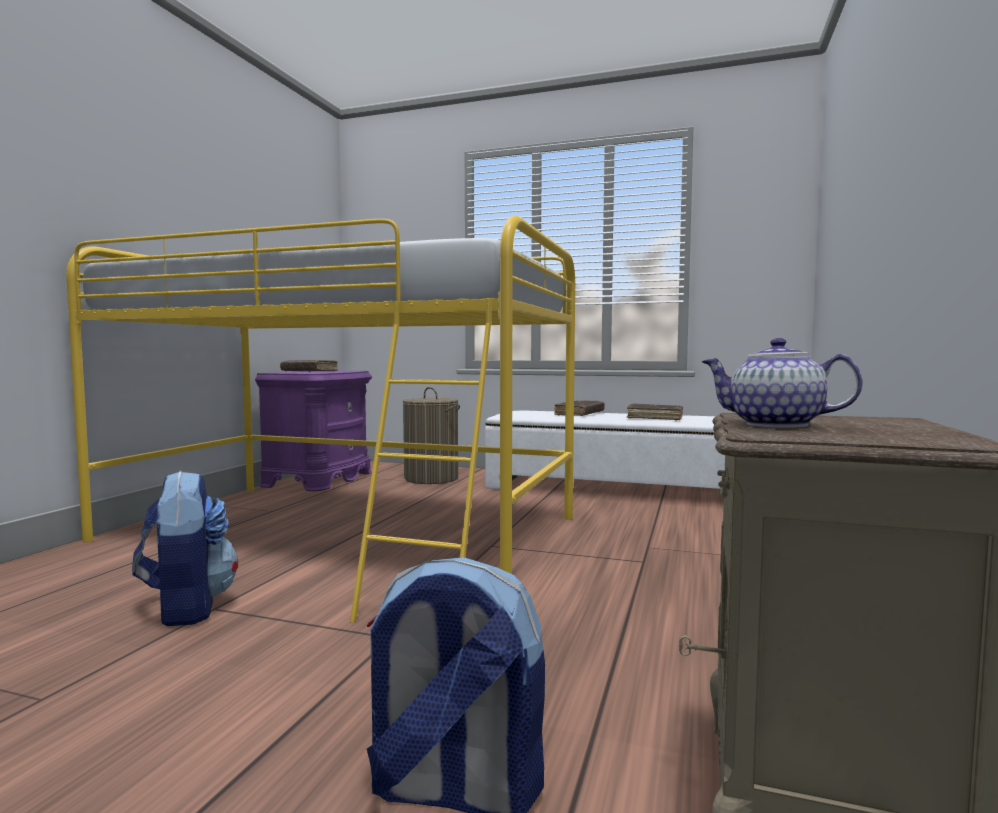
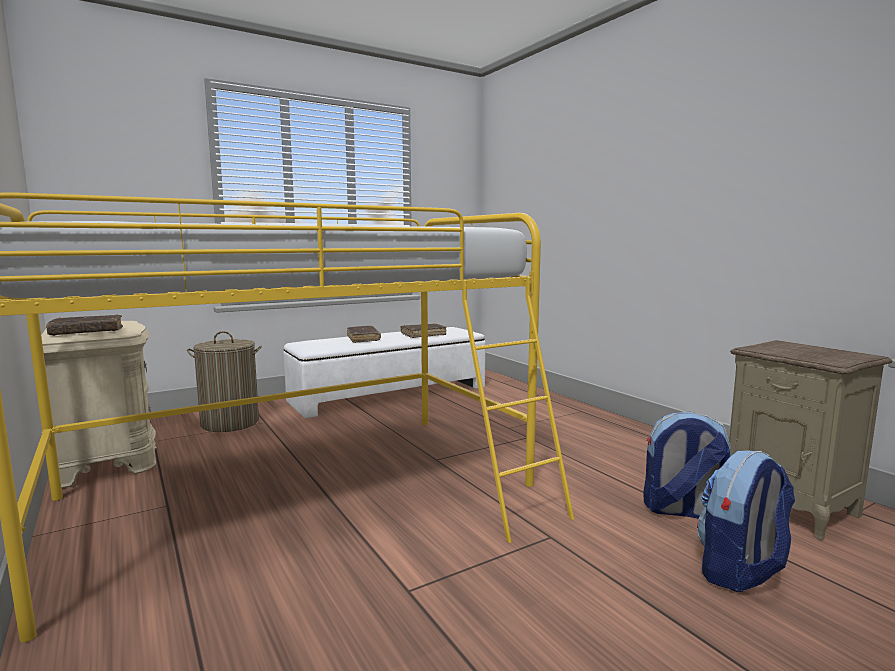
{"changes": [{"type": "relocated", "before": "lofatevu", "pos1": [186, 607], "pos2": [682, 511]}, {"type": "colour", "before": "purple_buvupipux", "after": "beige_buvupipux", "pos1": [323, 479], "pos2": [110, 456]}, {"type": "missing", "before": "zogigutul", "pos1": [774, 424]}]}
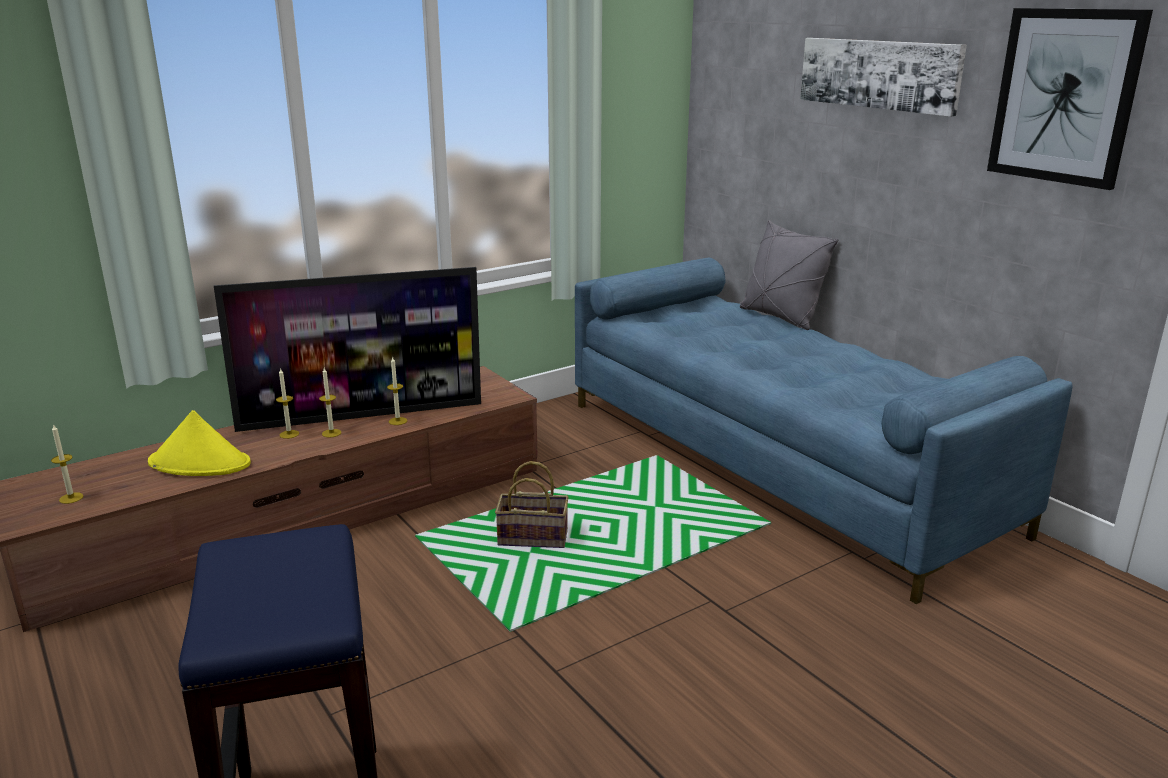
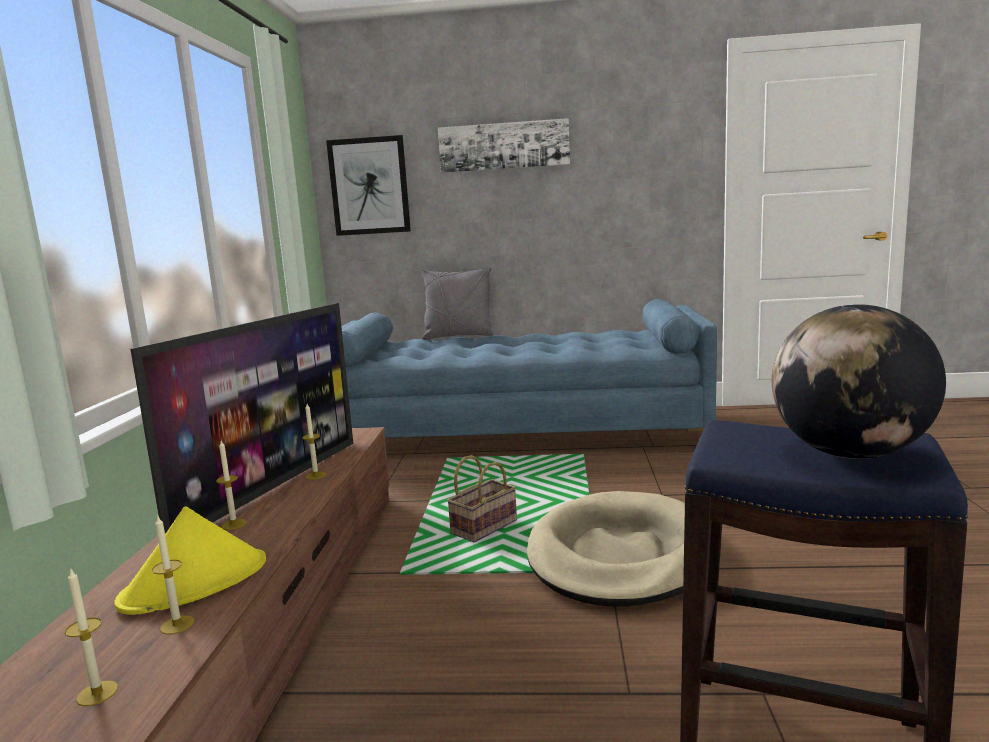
{"changes": [{"type": "relocated", "before": "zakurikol", "pos1": [331, 433], "pos2": [177, 625]}, {"type": "relocated", "before": "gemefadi", "pos1": [1065, 96], "pos2": [369, 186]}, {"type": "appeared", "after": "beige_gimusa", "pos2": [620, 555]}, {"type": "appeared", "after": "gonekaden", "pos2": [849, 454]}]}
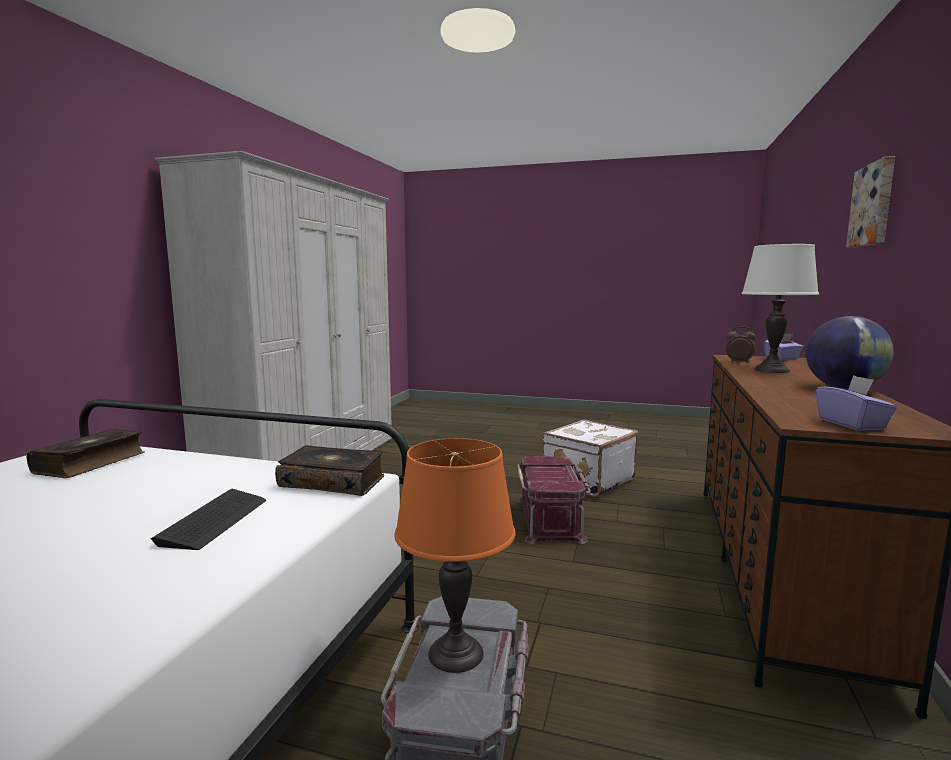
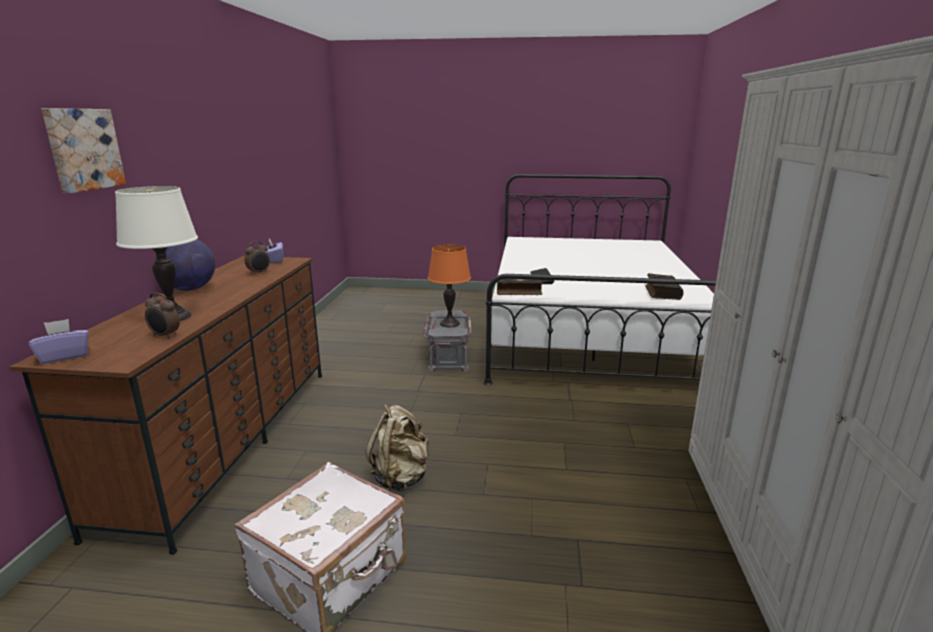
{"changes": [{"type": "exchanged", "before": "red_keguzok", "after": "beige_lofatevu", "pos1": [551, 519], "pos2": [401, 477]}, {"type": "appeared", "after": "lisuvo", "pos2": [259, 273]}]}
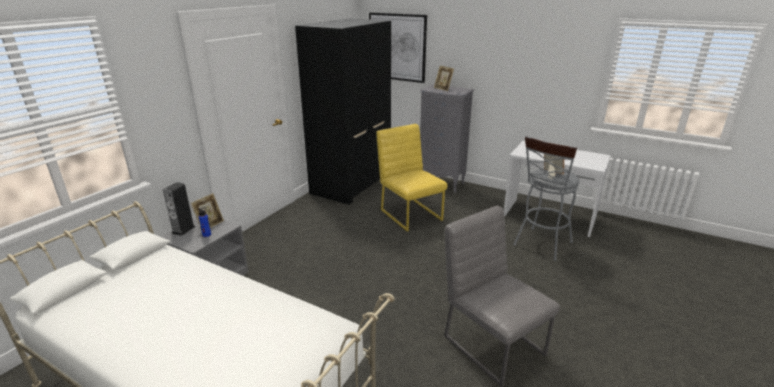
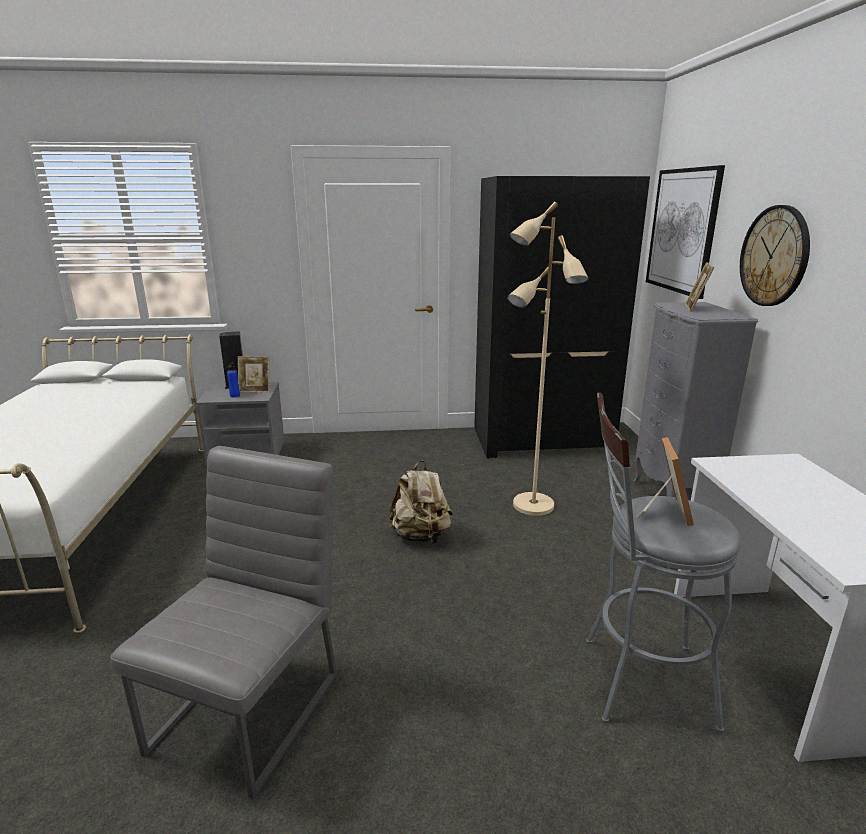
{"changes": [{"type": "exchanged", "before": "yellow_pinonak", "after": "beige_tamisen", "pos1": [410, 214], "pos2": [532, 506]}, {"type": "appeared", "after": "beige_lofatevu", "pos2": [421, 536]}, {"type": "appeared", "after": "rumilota", "pos2": [774, 256]}]}
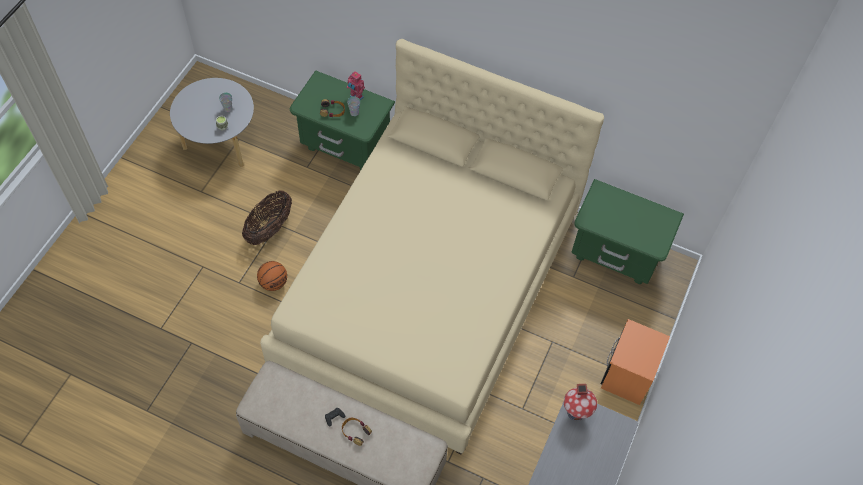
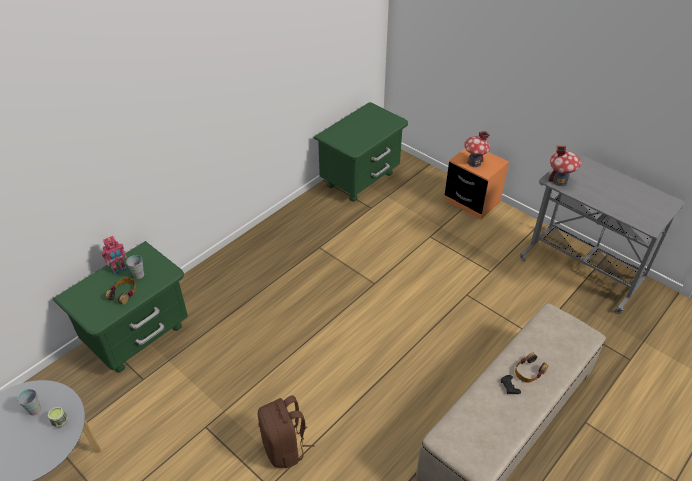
{"changes": [{"type": "missing", "before": "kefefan", "pos1": [269, 228]}, {"type": "exchanged", "before": "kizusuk", "after": "brown_lofatevu", "pos1": [273, 283], "pos2": [285, 447]}, {"type": "missing", "before": "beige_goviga", "pos1": [429, 287]}, {"type": "appeared", "after": "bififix", "pos2": [474, 163]}]}
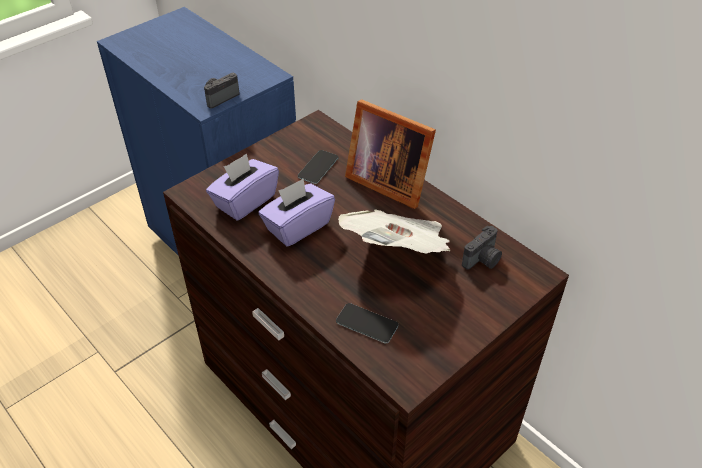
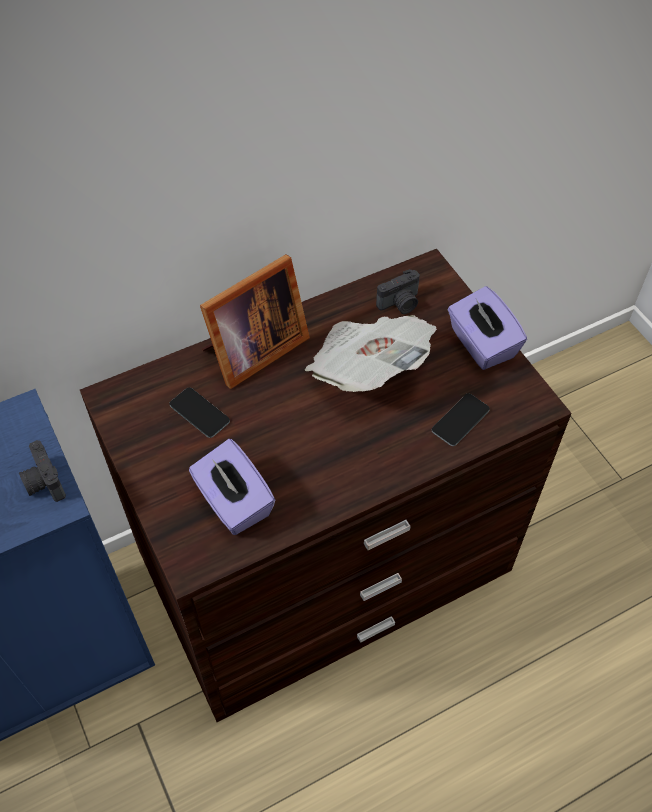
{"changes": [{"type": "relocated", "before": "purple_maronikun", "pos1": [297, 226], "pos2": [481, 344]}, {"type": "spun", "before": "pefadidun", "pos1": [483, 260], "pos2": [400, 304], "turn": 90}]}
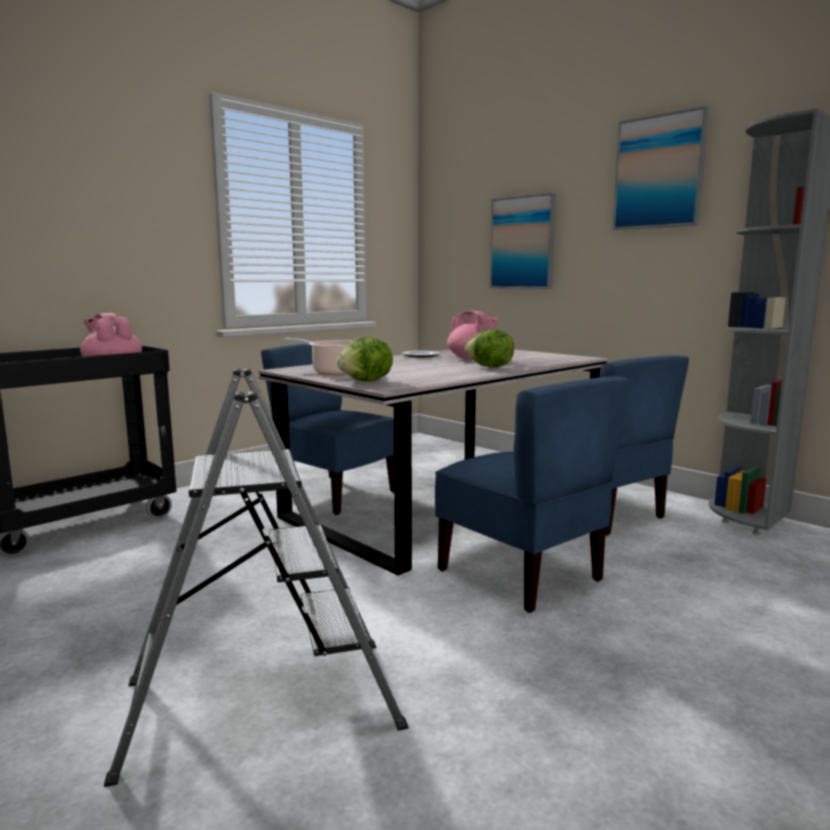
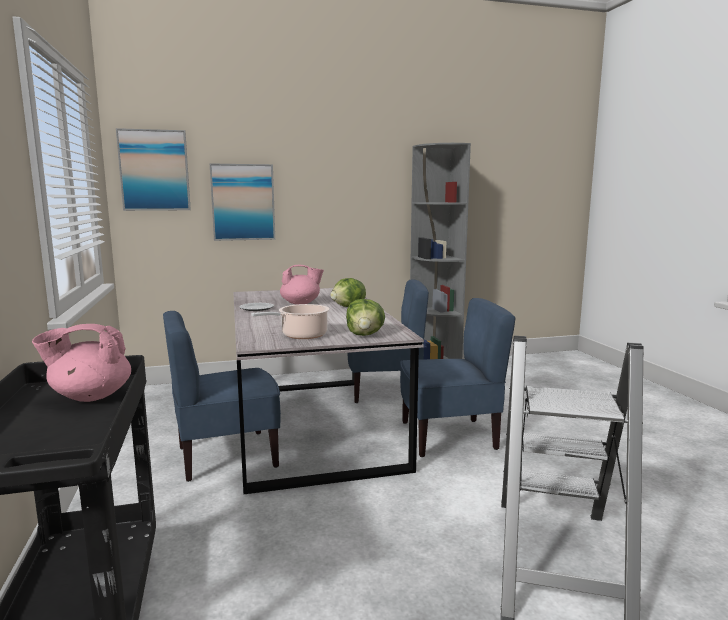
{"changes": [{"type": "relocated", "before": "gemefadi", "pos1": [659, 172], "pos2": [154, 170]}]}
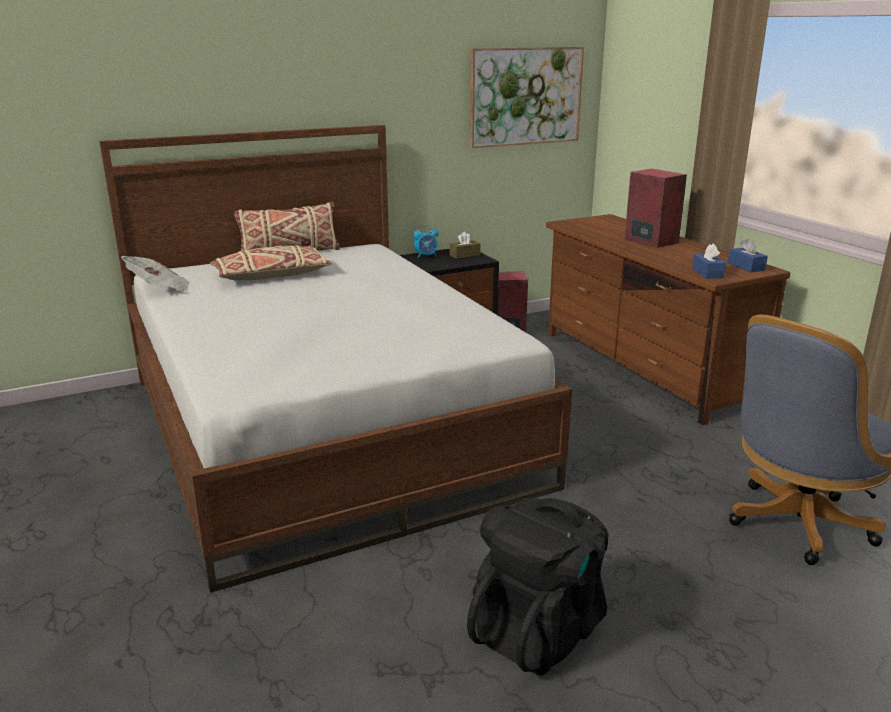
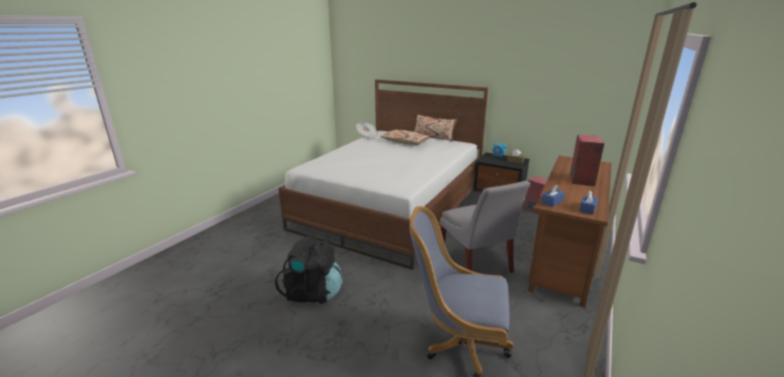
{"changes": [{"type": "missing", "before": "gemefadi", "pos1": [525, 96]}, {"type": "appeared", "after": "grey_pinonak", "pos2": [476, 265]}]}
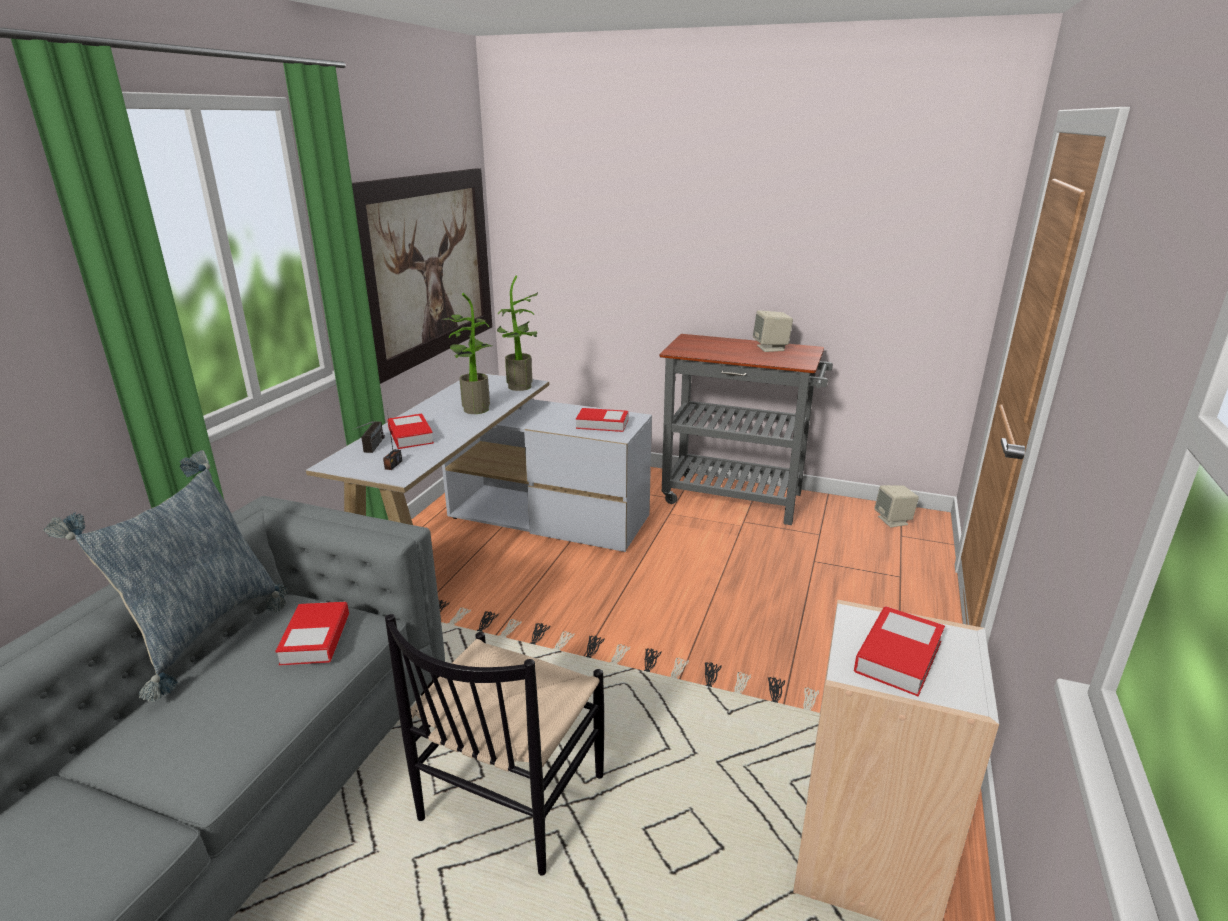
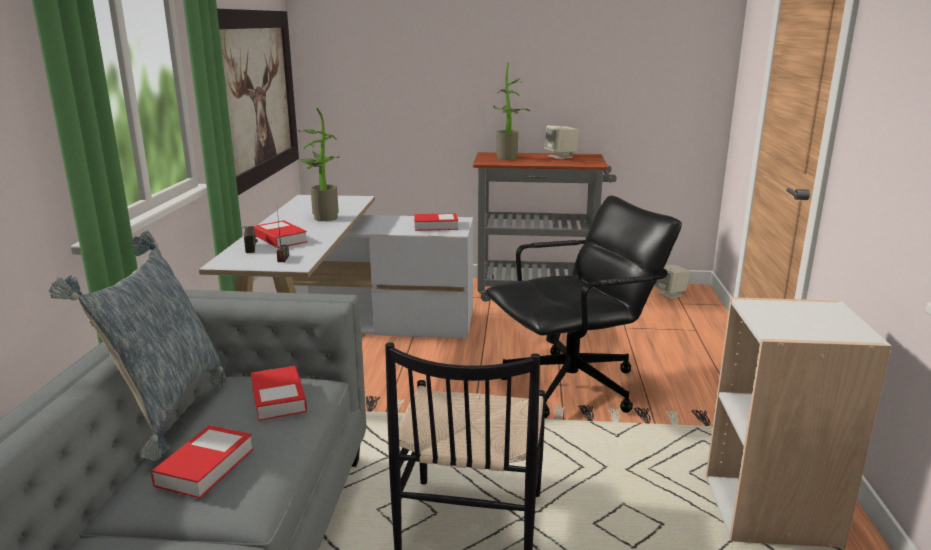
{"changes": [{"type": "relocated", "before": "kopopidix", "pos1": [522, 387], "pos2": [509, 158]}, {"type": "relocated", "before": "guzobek", "pos1": [898, 656], "pos2": [205, 467]}, {"type": "appeared", "after": "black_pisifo", "pos2": [573, 386]}]}
